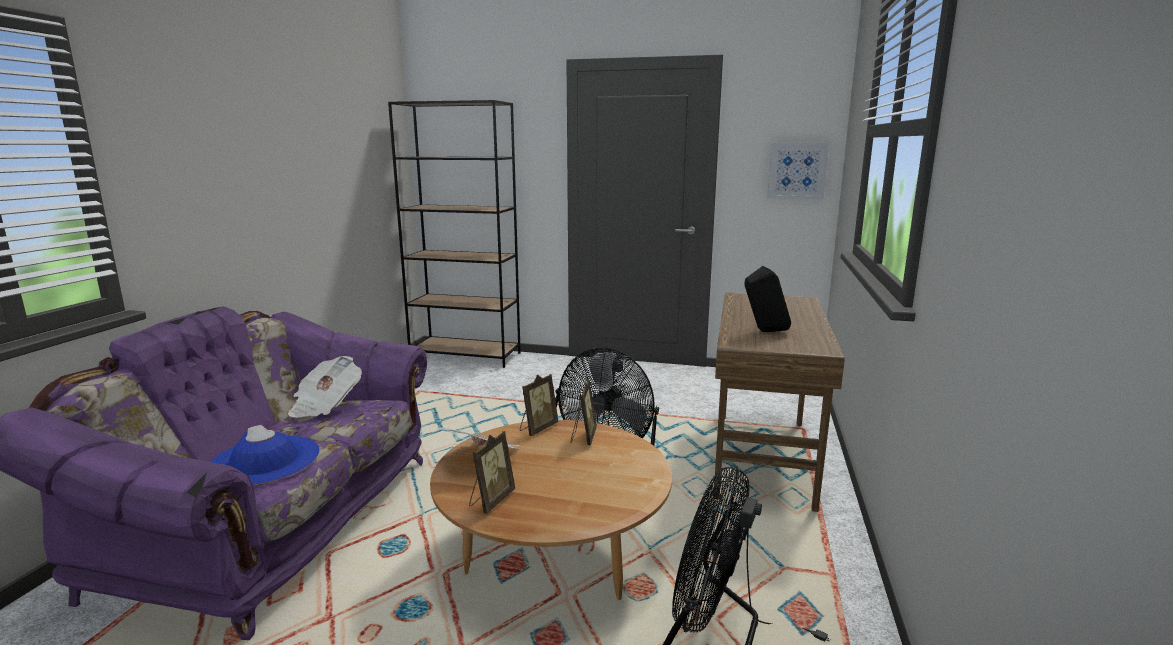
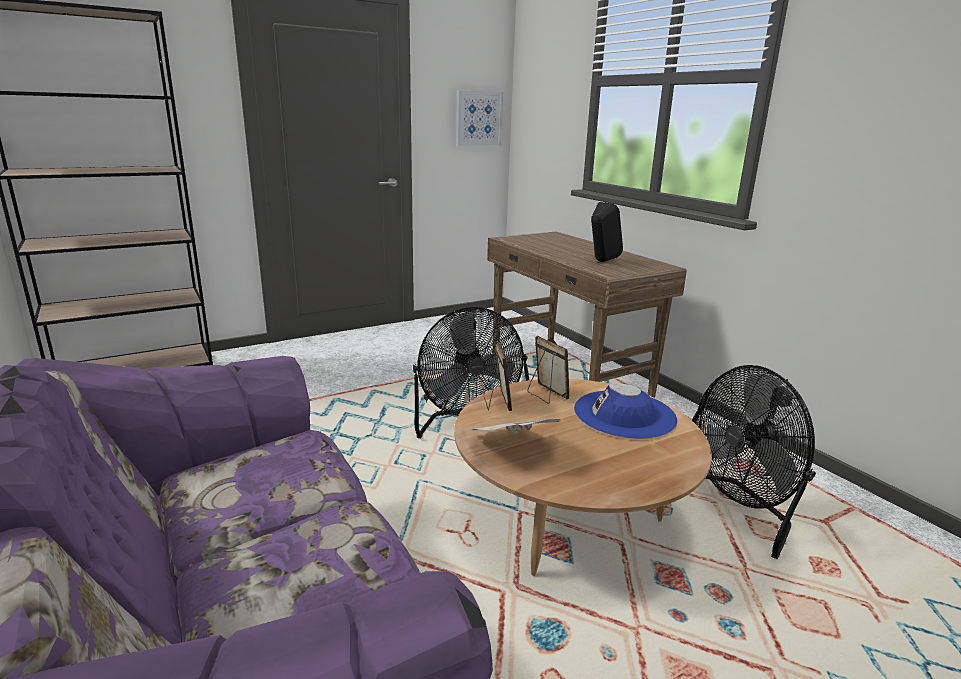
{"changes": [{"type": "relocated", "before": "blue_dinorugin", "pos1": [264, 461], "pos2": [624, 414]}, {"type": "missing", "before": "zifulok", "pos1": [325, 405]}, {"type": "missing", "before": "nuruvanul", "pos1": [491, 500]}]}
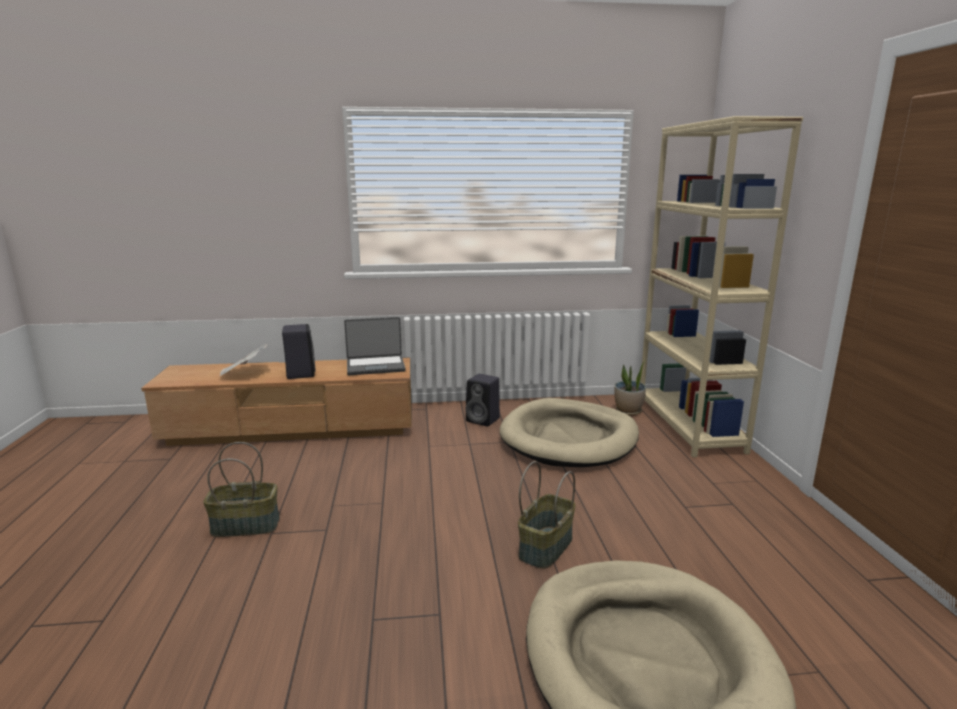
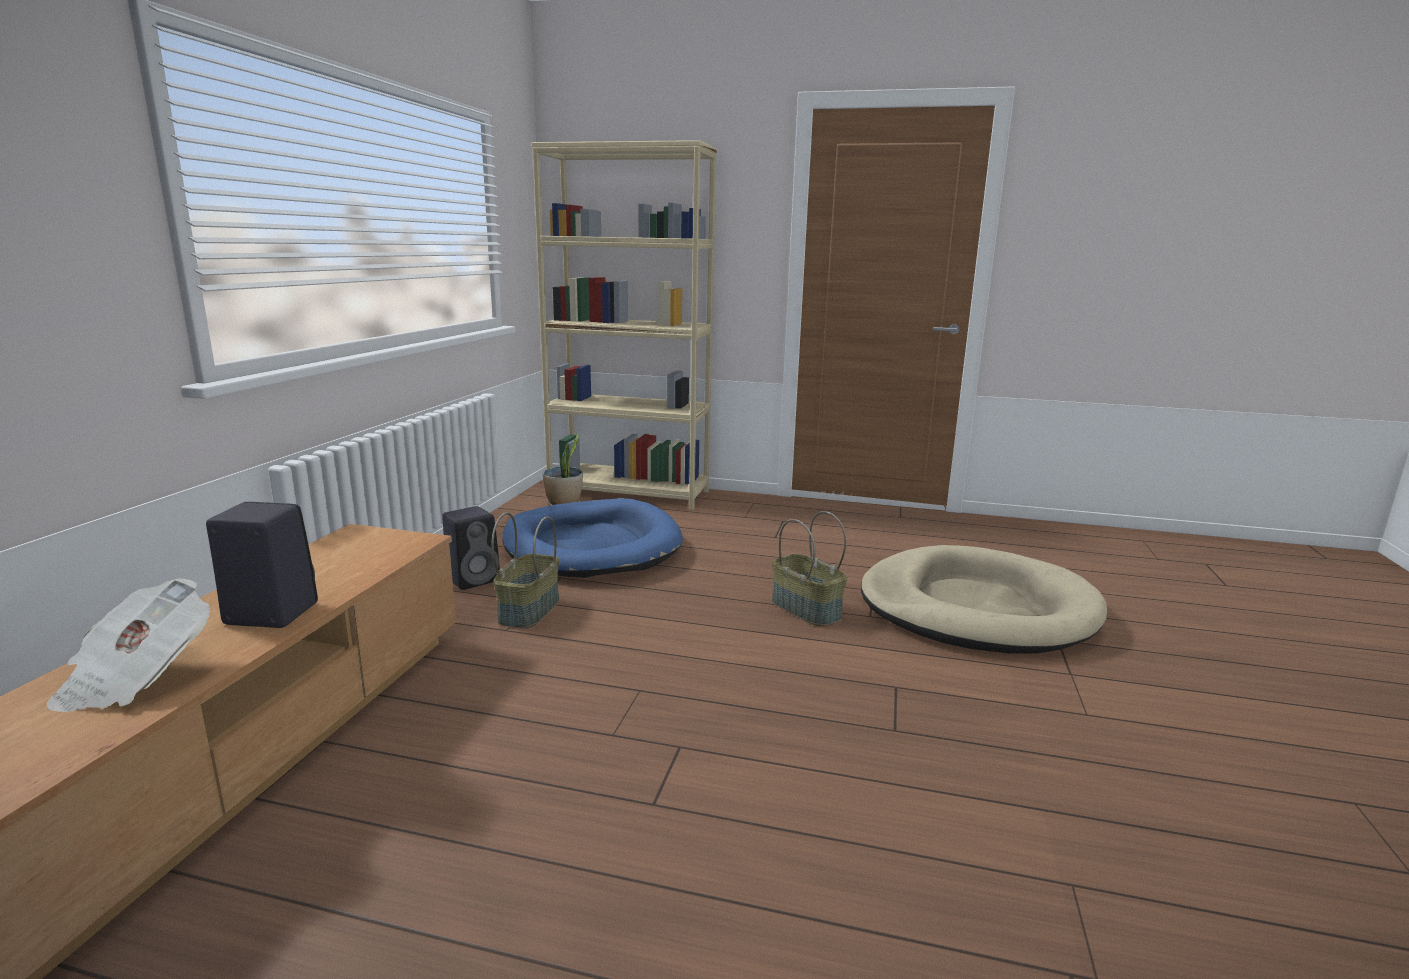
{"changes": [{"type": "relocated", "before": "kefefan", "pos1": [246, 525], "pos2": [528, 610]}, {"type": "missing", "before": "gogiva", "pos1": [375, 366]}, {"type": "colour", "before": "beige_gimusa", "after": "blue_gimusa", "pos1": [569, 438], "pos2": [592, 546]}]}
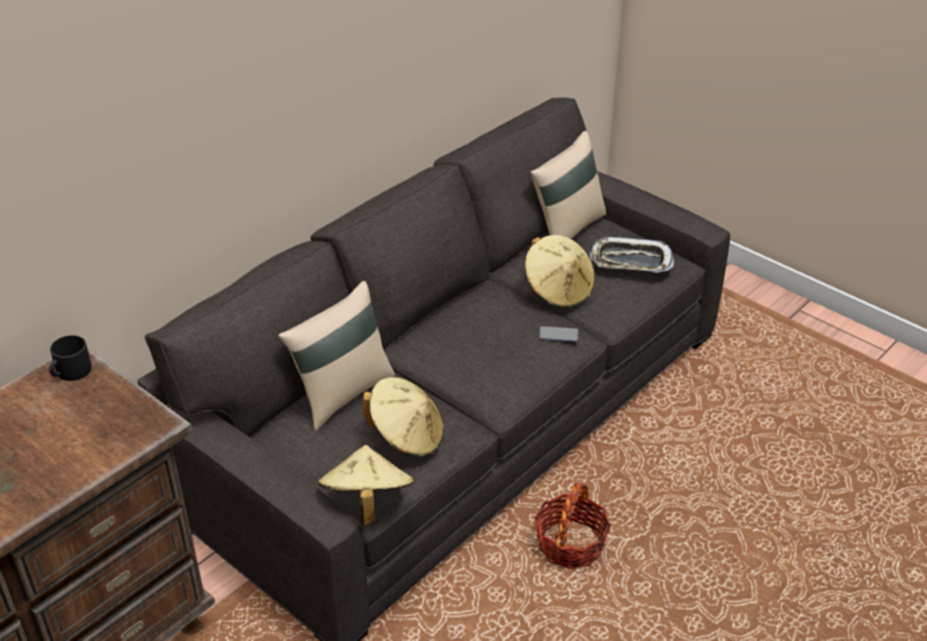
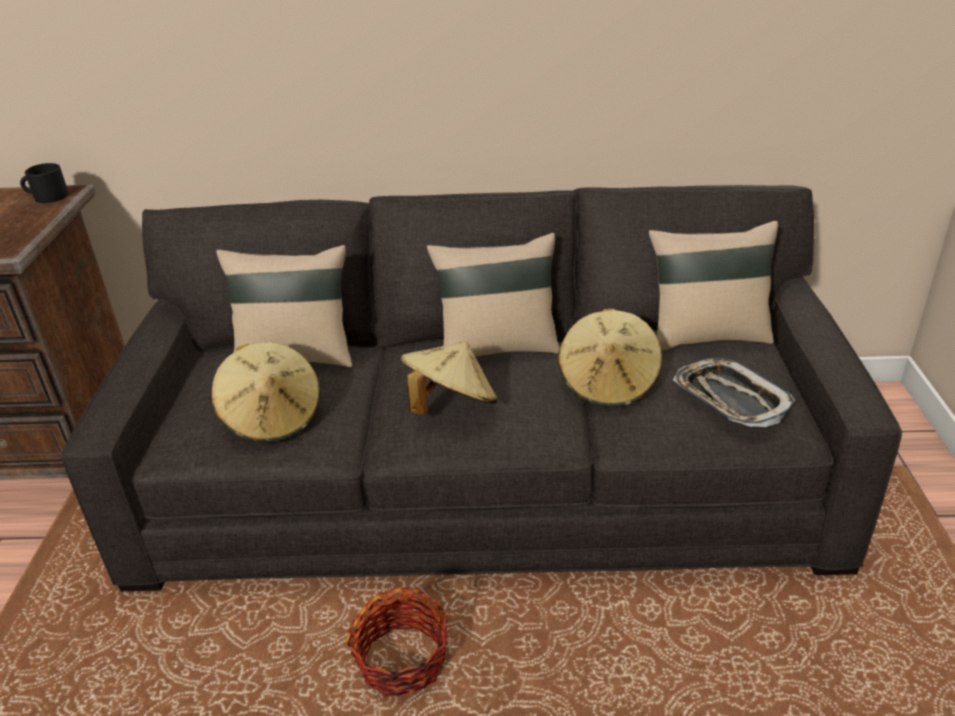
{"changes": [{"type": "relocated", "before": "beige_dinorugin", "pos1": [366, 502], "pos2": [450, 405]}, {"type": "missing", "before": "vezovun", "pos1": [558, 335]}, {"type": "appeared", "after": "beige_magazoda", "pos2": [497, 347]}]}
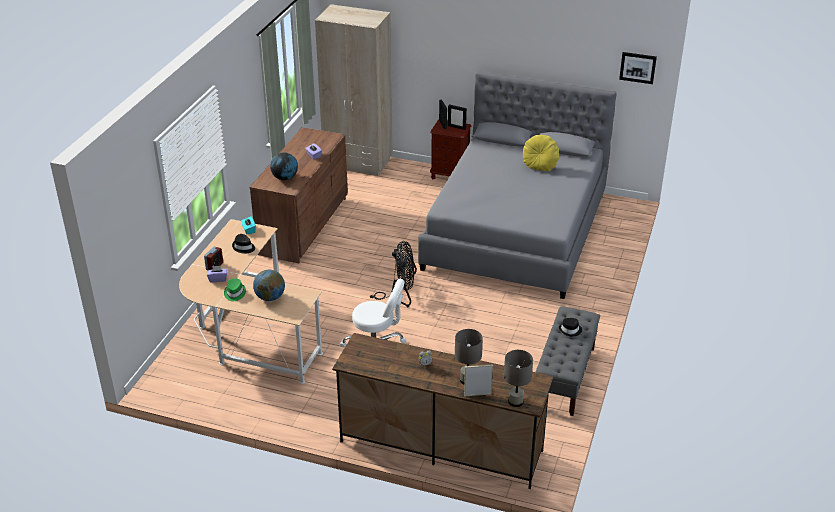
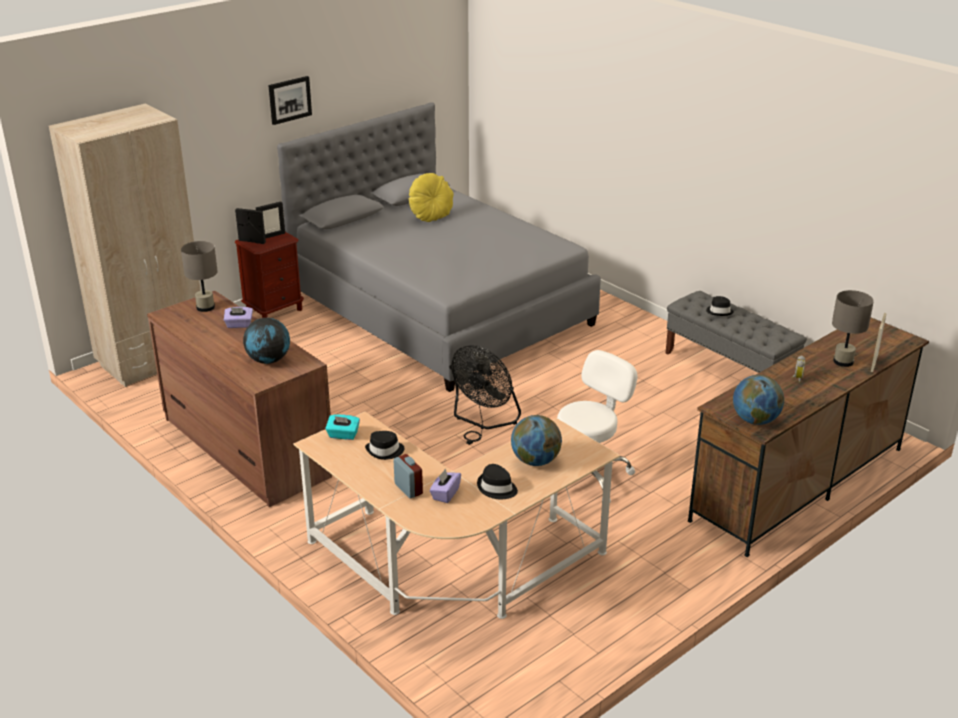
{"changes": [{"type": "colour", "before": "green_dinorugin", "after": "black_dinorugin", "pos1": [234, 293], "pos2": [497, 488]}, {"type": "relocated", "before": "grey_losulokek", "pos1": [516, 401], "pos2": [205, 307]}, {"type": "relocated", "before": "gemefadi", "pos1": [638, 67], "pos2": [289, 99]}, {"type": "appeared", "after": "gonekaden", "pos2": [755, 420]}]}
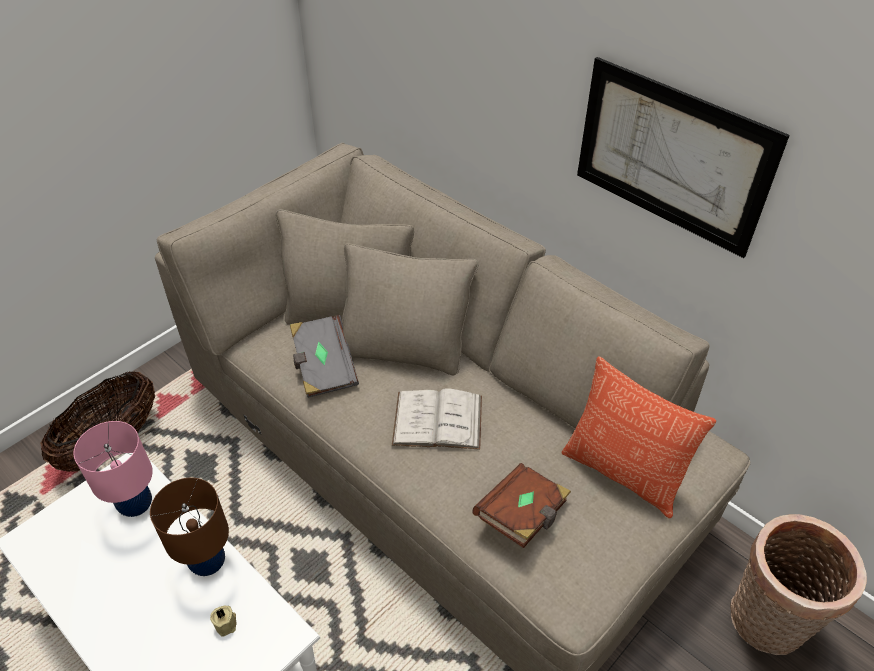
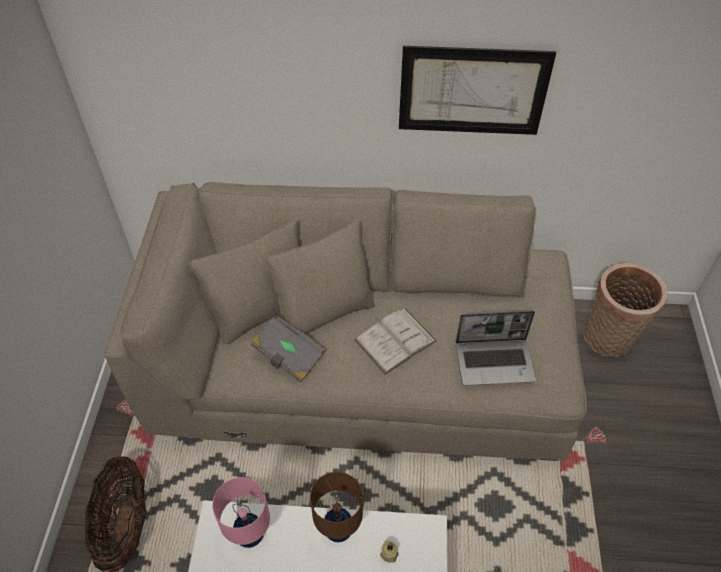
{"changes": [{"type": "exchanged", "before": "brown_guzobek", "after": "gogiva", "pos1": [522, 514], "pos2": [495, 362]}, {"type": "missing", "before": "orange_magazoda", "pos1": [623, 473]}]}
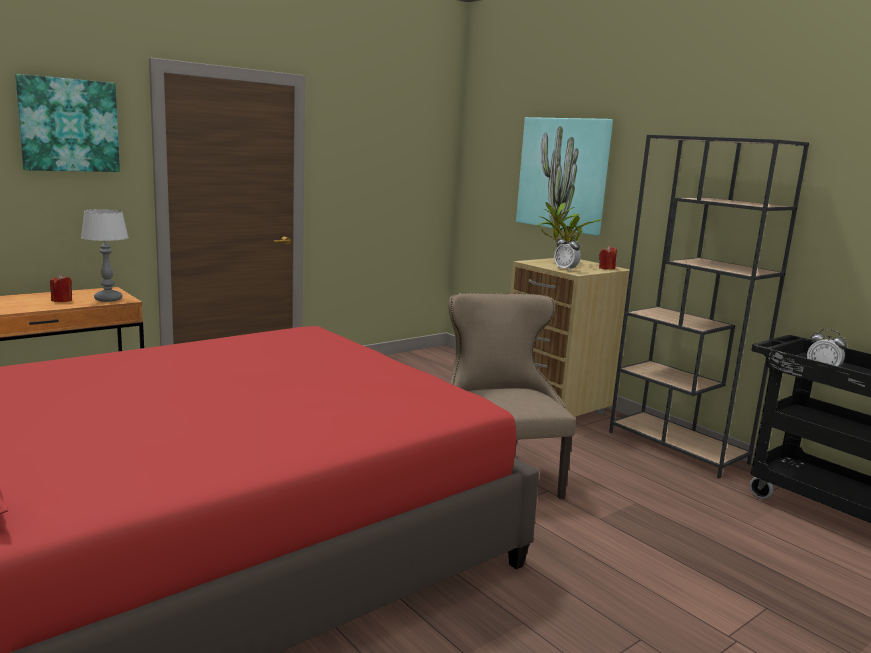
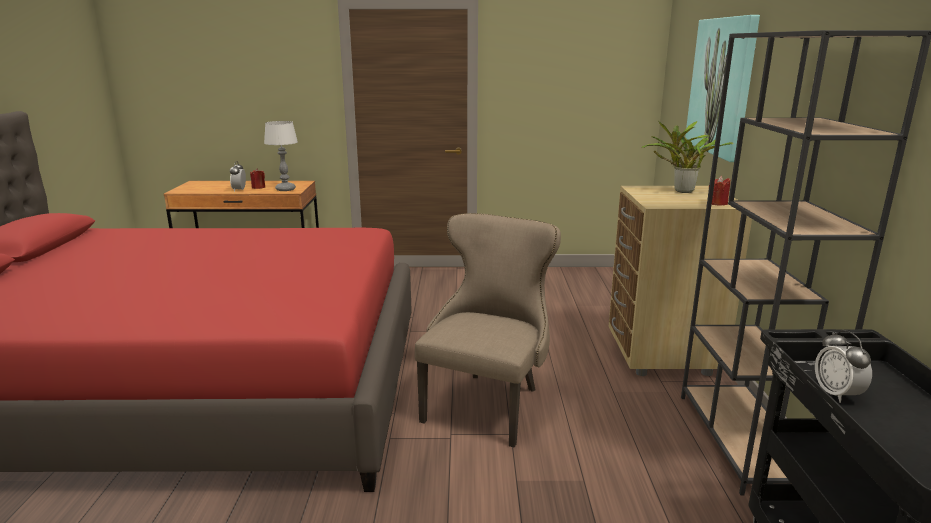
{"changes": [{"type": "missing", "before": "gemefadi", "pos1": [69, 125]}, {"type": "relocated", "before": "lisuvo", "pos1": [565, 269], "pos2": [239, 190]}]}
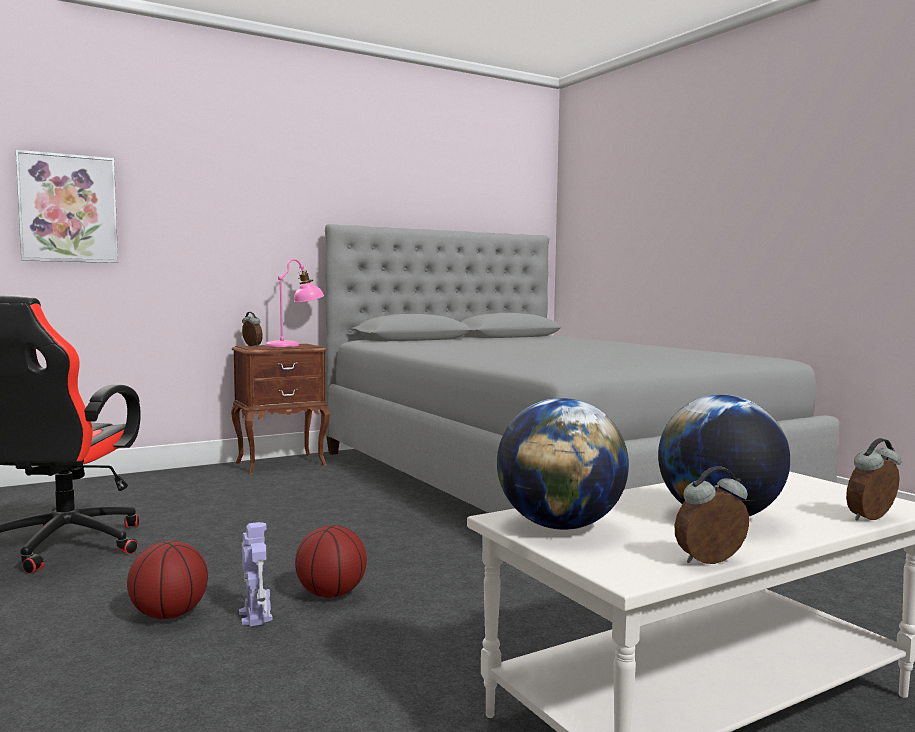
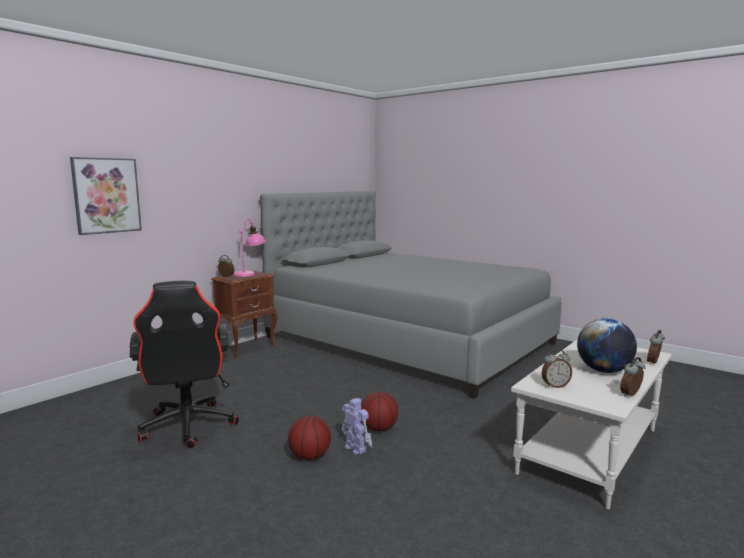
{"changes": [{"type": "exchanged", "before": "gonekaden", "after": "lisuvo", "pos1": [560, 526], "pos2": [555, 386]}]}
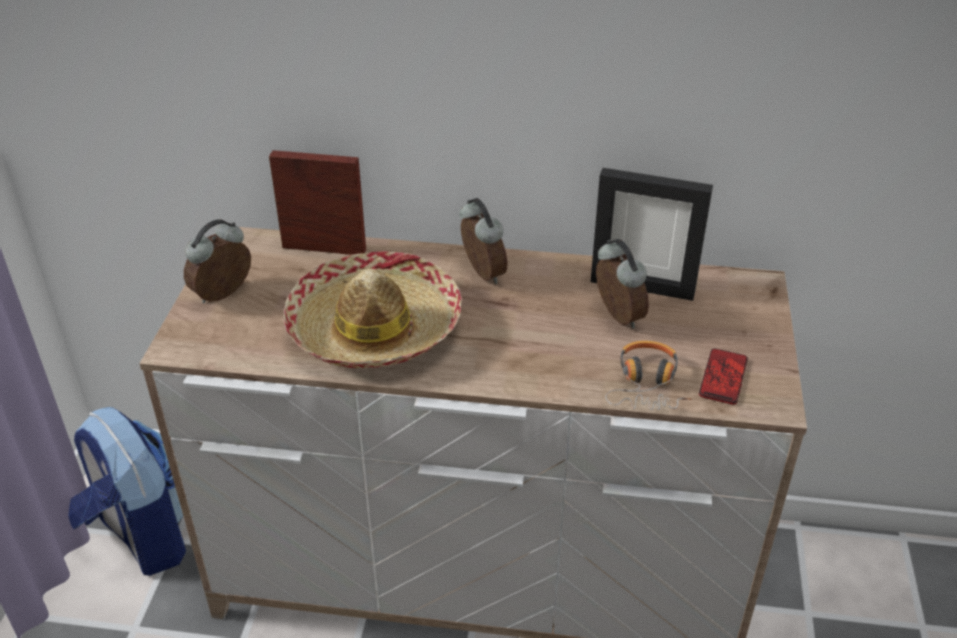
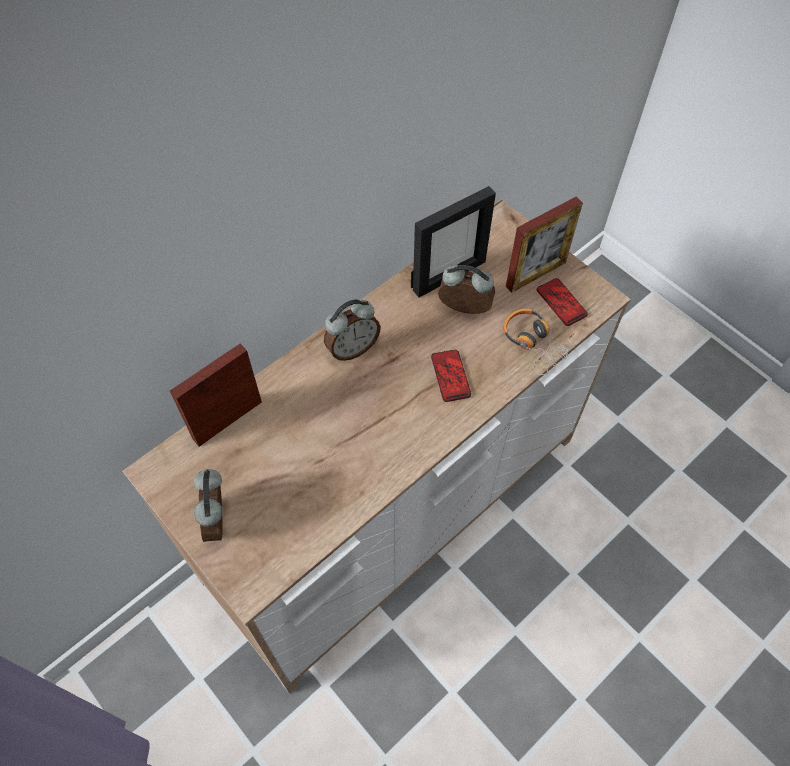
{"changes": [{"type": "missing", "before": "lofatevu", "pos1": [141, 536]}, {"type": "missing", "before": "dinorugin", "pos1": [374, 327]}, {"type": "spun", "before": "lisuvo", "pos1": [481, 274], "pos2": [352, 348], "turn": 135}, {"type": "appeared", "after": "vezovun", "pos2": [450, 376]}, {"type": "appeared", "after": "nuruvanul", "pos2": [536, 274]}]}
